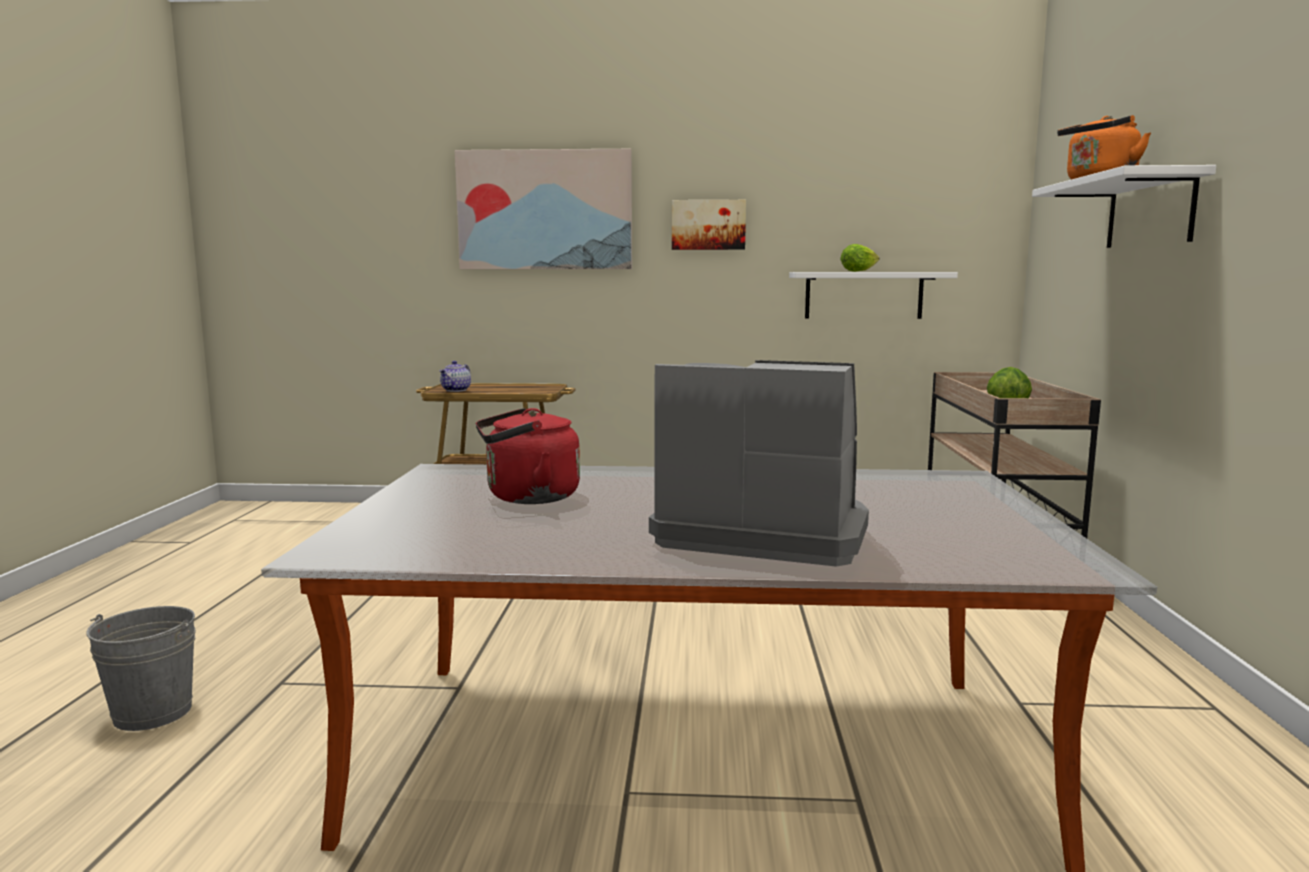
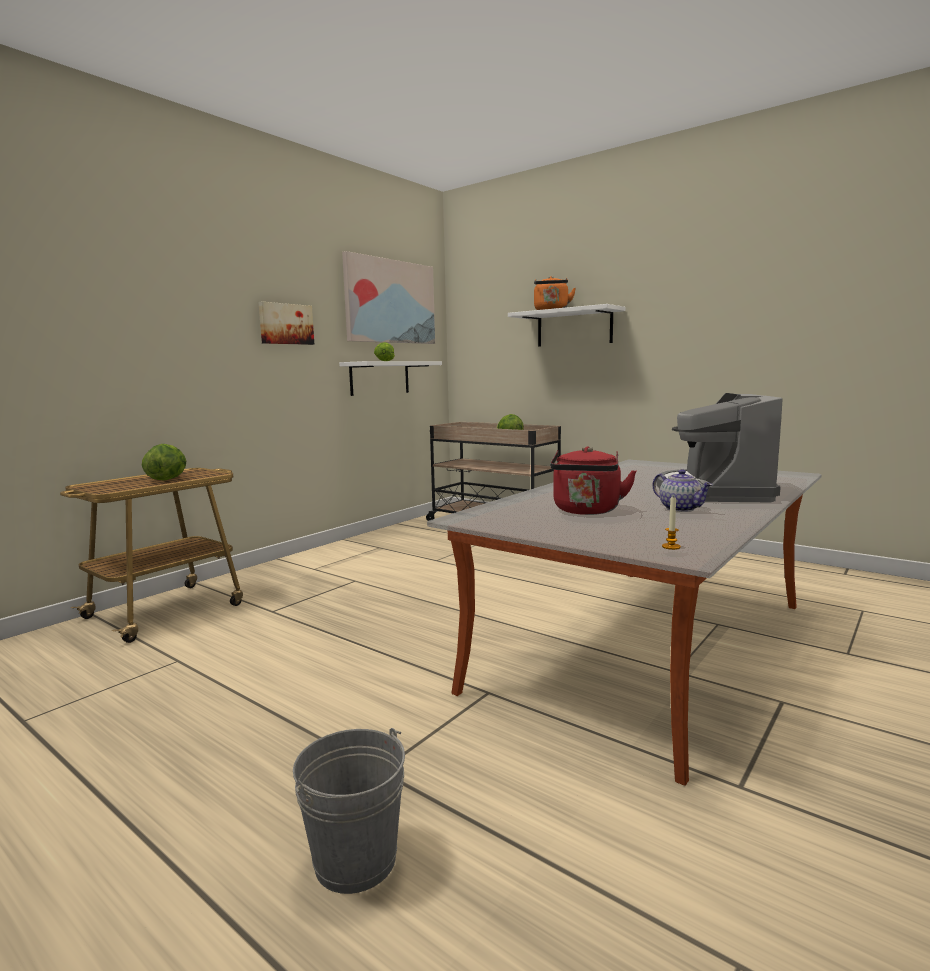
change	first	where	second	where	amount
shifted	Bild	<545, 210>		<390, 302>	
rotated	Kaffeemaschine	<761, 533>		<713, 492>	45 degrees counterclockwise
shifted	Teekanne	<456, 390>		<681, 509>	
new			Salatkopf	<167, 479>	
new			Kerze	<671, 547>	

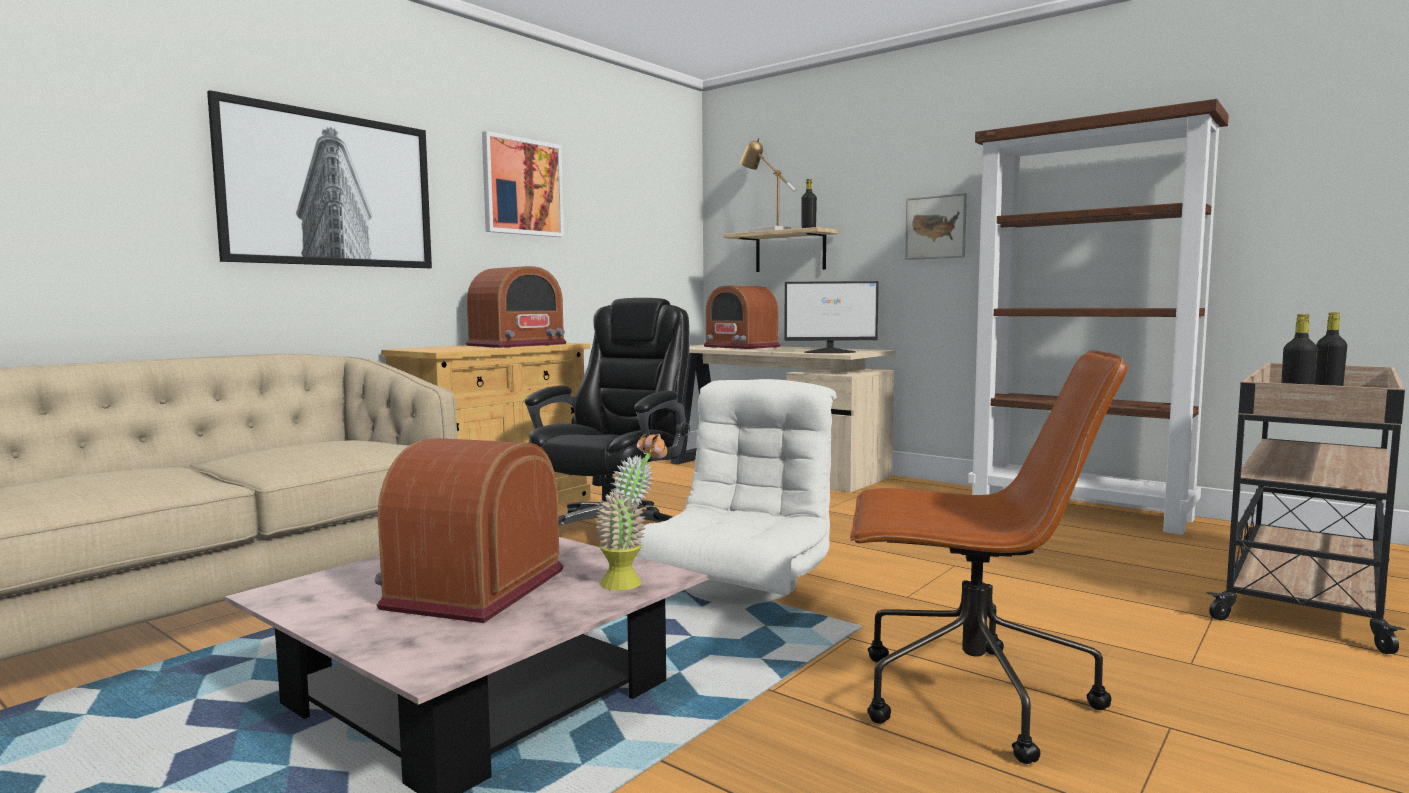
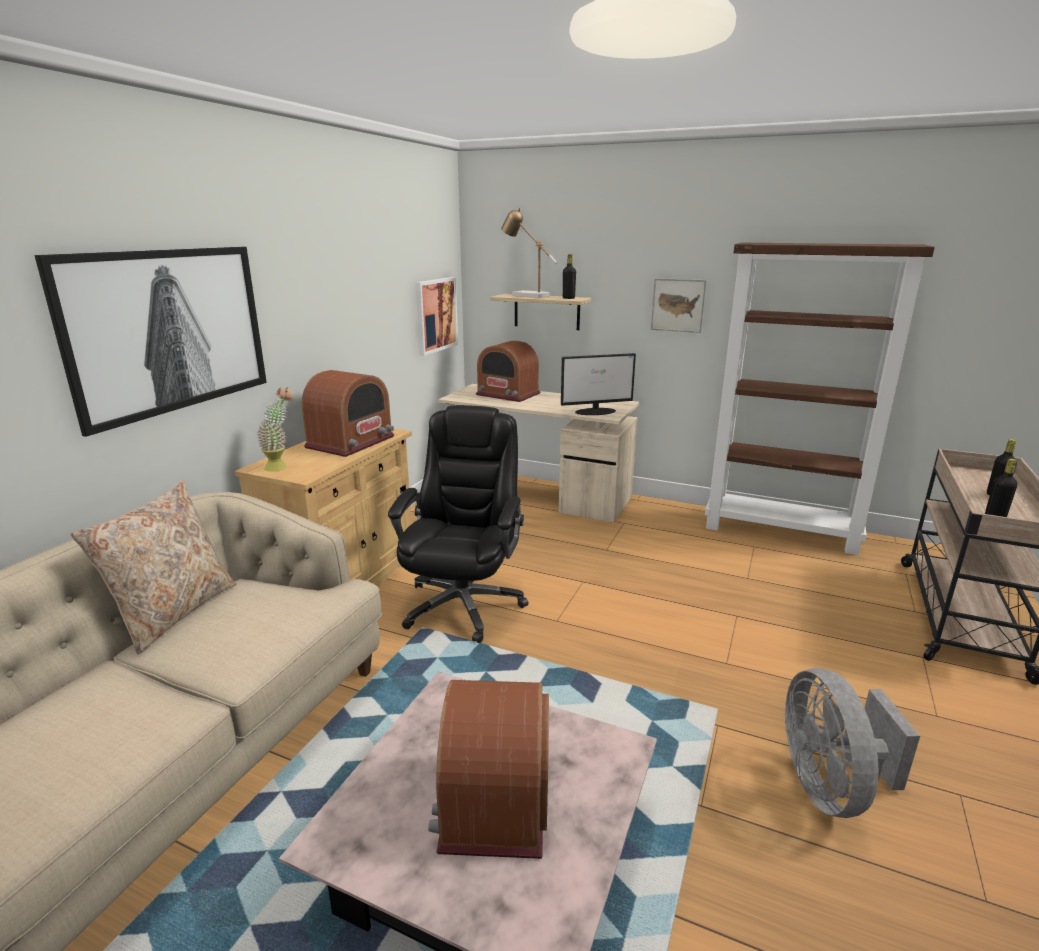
change	first	where	second	where	amount
shifted	Bild	<522, 187>		<435, 315>	
swapped	Bürostuhl [braun]	<968, 698>	Ventilator [grau]	<830, 786>	
gone	Sessel [weiß]	<742, 586>			
shifted	Topfpflanze	<631, 581>		<281, 466>	
new			Kissen [beige]	<174, 612>	

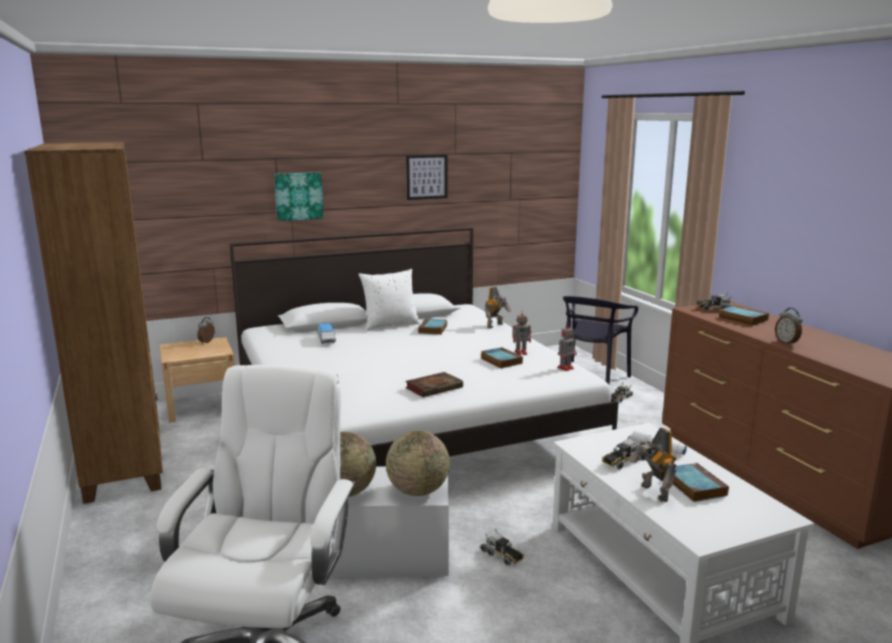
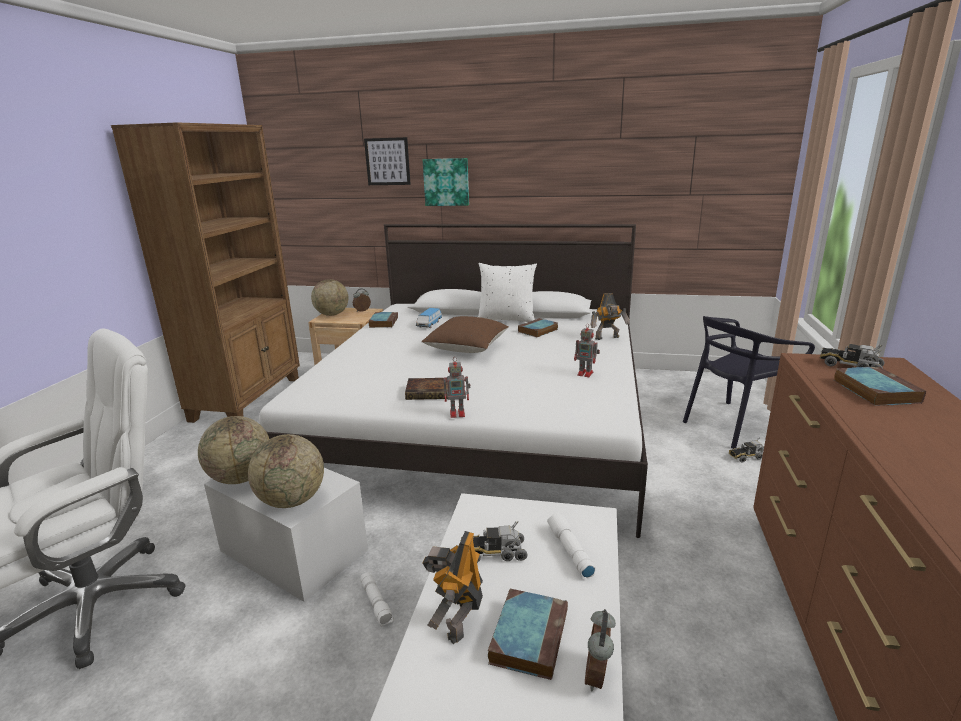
change	first	where	second	where	amount
shifted	Bild	<426, 177>		<387, 161>	
shifted	Wecker	<787, 343>		<598, 676>	
shifted	Spielzeugroboter	<566, 368>		<458, 413>	
shifted	Buch	<500, 360>		<383, 322>	
swapped	Spielzeuglaster	<502, 555>	Taschenlampe [weiß]	<377, 603>	
new			Globus	<332, 314>	
new			Kissen [braun]	<467, 348>	

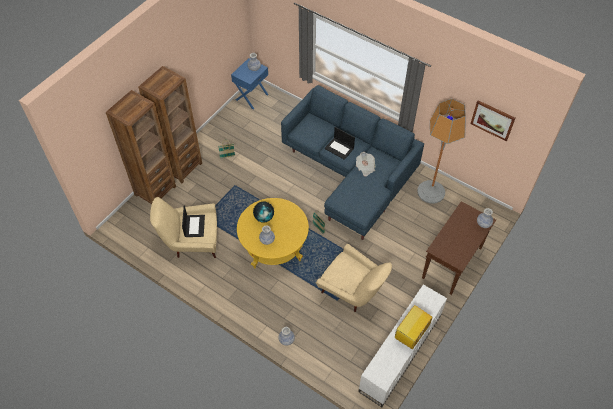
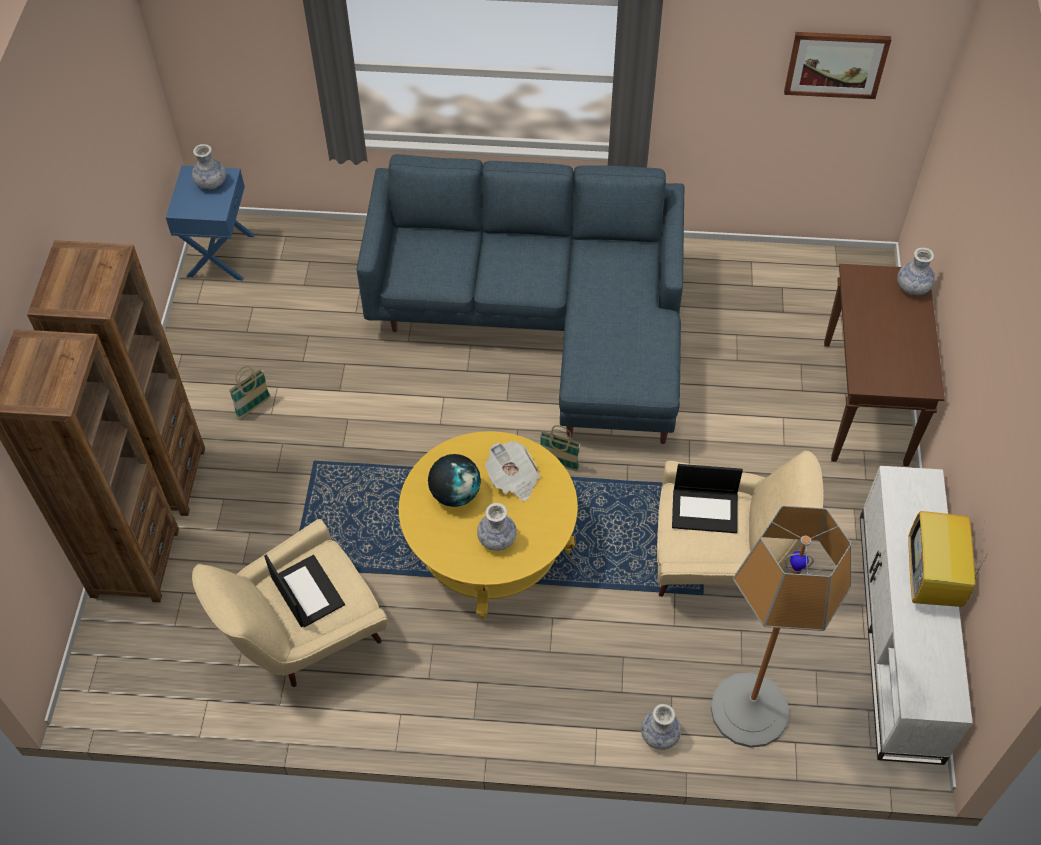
change	first	where	second	where	amount
shifted	Stehlampe	<431, 192>		<749, 710>	
shifted	Laptop	<339, 148>		<705, 510>	
shifted	Zeitung	<365, 167>		<513, 479>	

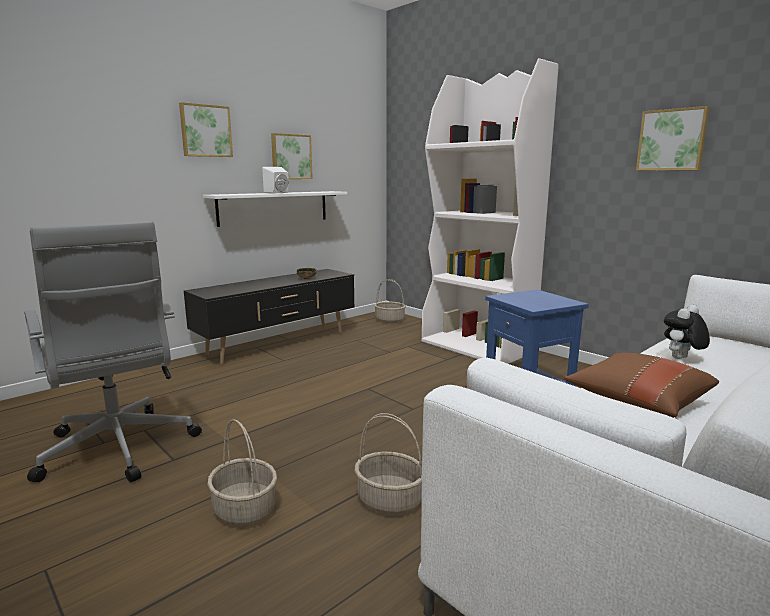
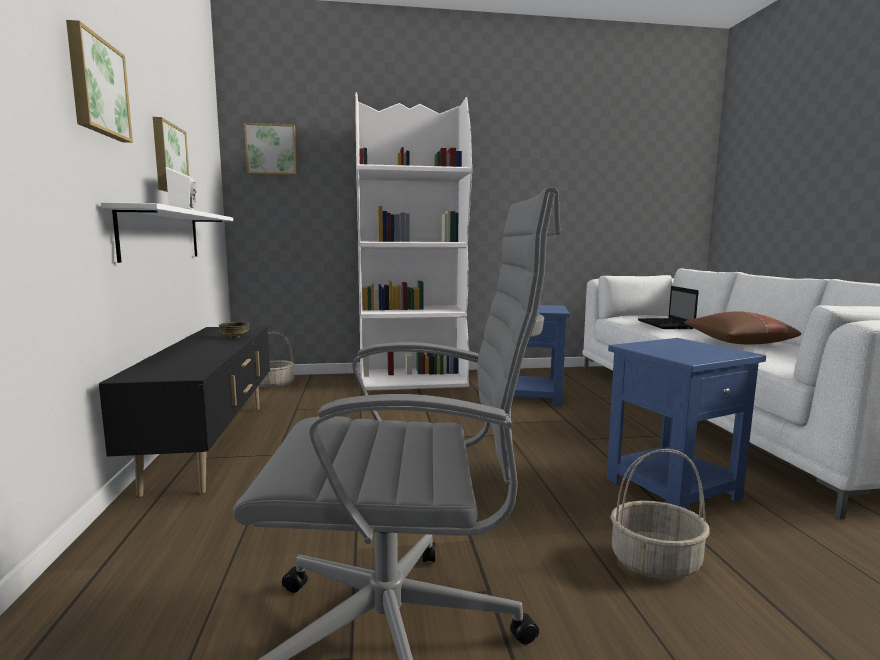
change	first	where	second	where	amount
shifted	Bild	<672, 140>		<271, 149>	
swapped	Plüschtier	<681, 359>	Laptop	<666, 325>	
swapped	Korb	<390, 500>	Beistelltisch [blau]	<672, 487>	

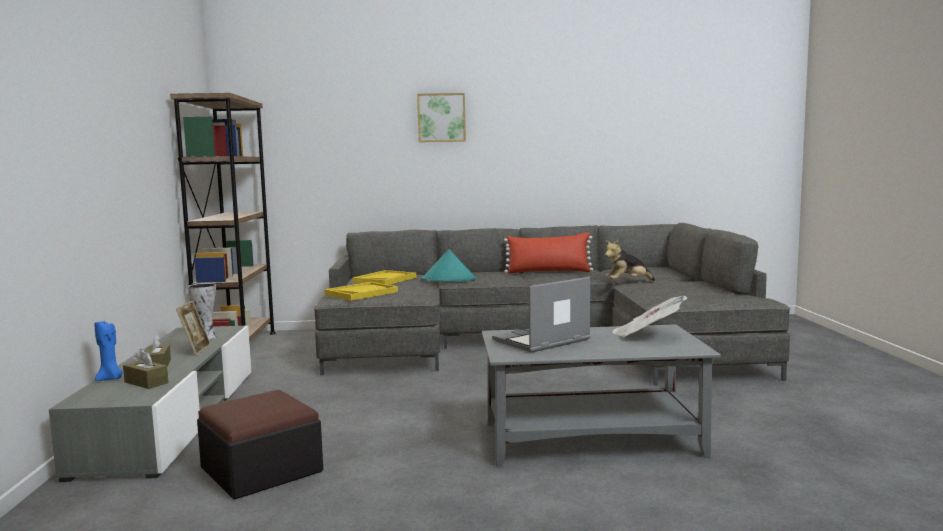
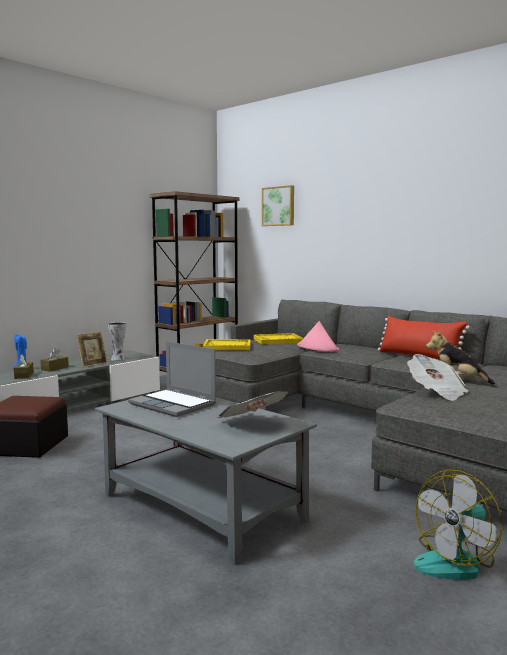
change	first	where	second	where	amount
shifted	Bild	<441, 117>		<279, 206>	
repainted	Hut [türkis]	<449, 279>	Hut [rosa]	<318, 348>	
rotated	Laptop	<541, 341>		<174, 404>	150 degrees counterclockwise
new			Zeitung	<436, 392>	
new			Ventilator	<455, 562>	

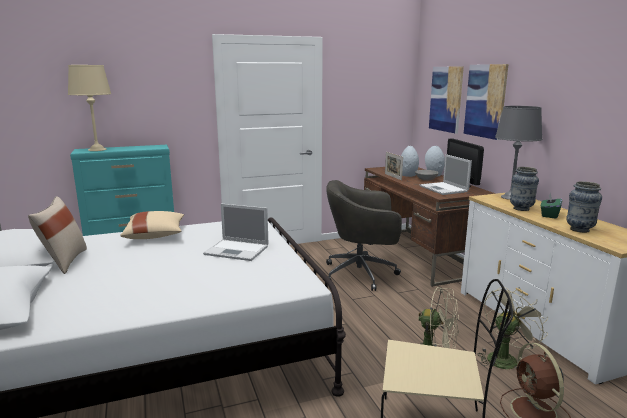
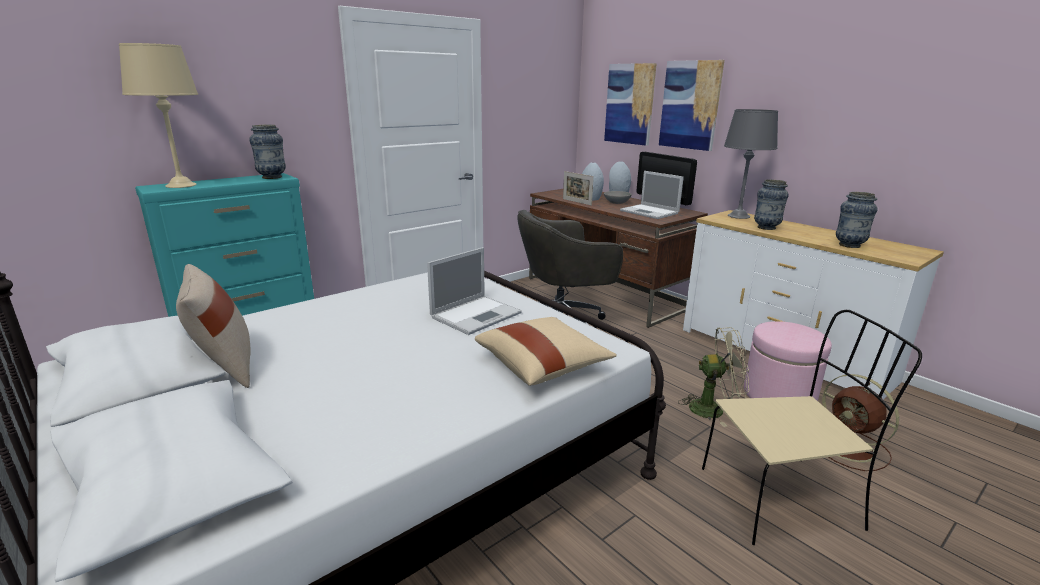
change	first	where	second	where	amount
gone	Taschentuchbox [grün]	<549, 215>			
rotated	Laptop	<238, 250>		<477, 314>	45 degrees counterclockwise
shifted	Kissen [beige]	<155, 235>		<543, 366>	
swapped	Ventilator [beige]	<504, 358>	Polsterhocker [rosa]	<779, 395>	
new			Vase	<272, 177>	

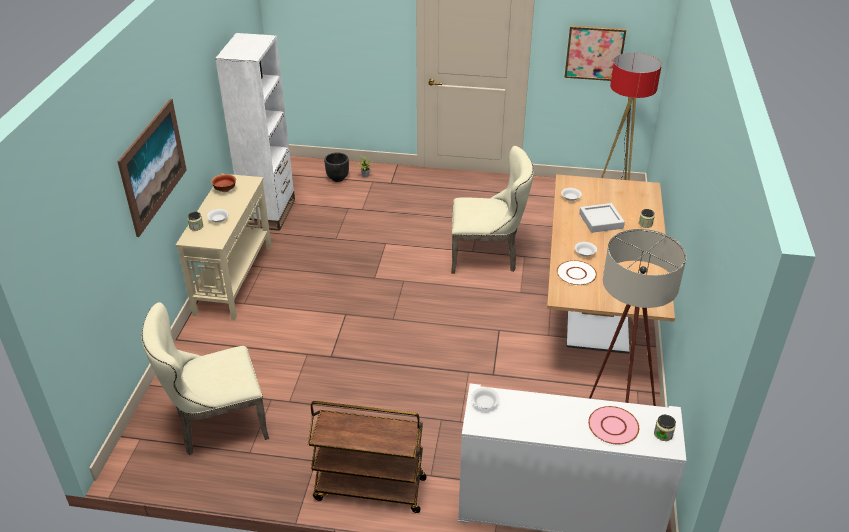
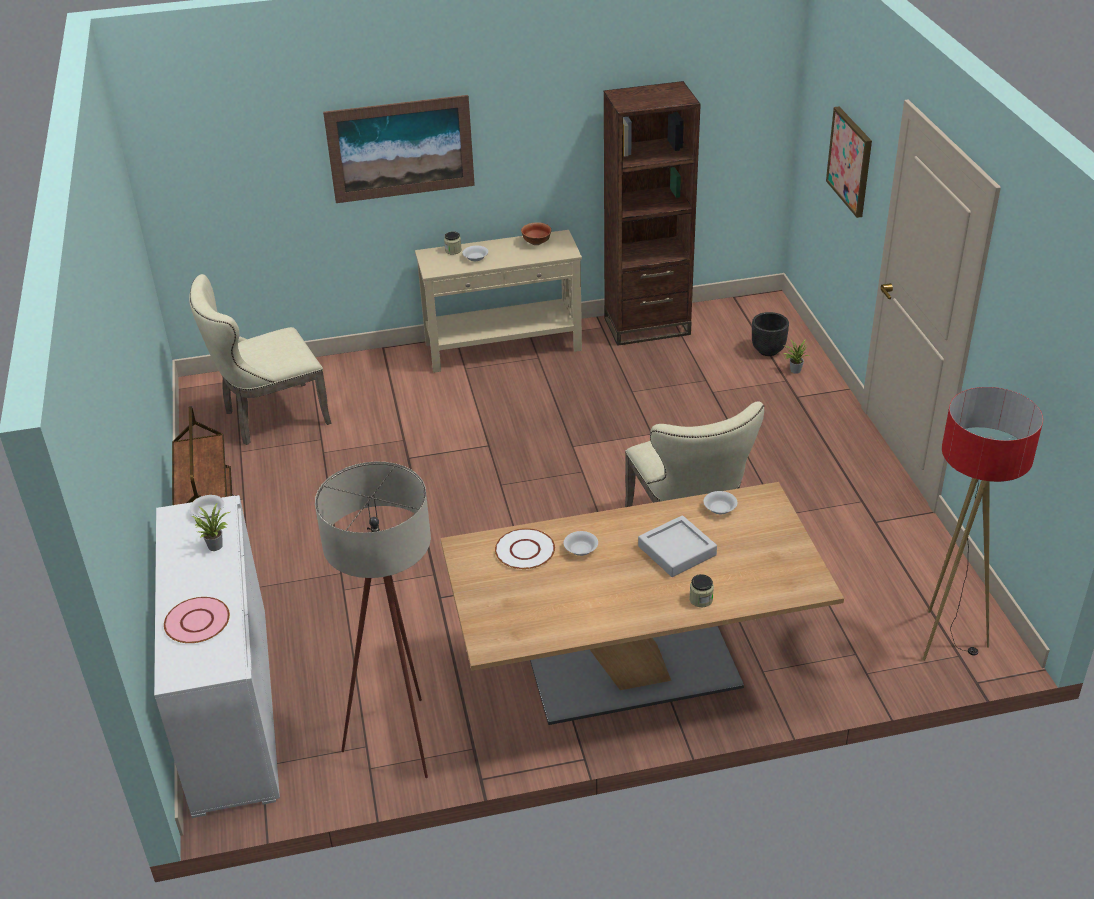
change	first	where	second	where	amount
shifted	Bild	<594, 52>		<850, 161>	
repainted	Bücherregal [weiß]	<269, 213>	Bücherregal [braun]	<647, 326>	
rotated	Stuhl [beige]	<216, 425>		<269, 417>	75 degrees counterclockwise
gone	Vorratsglas	<663, 434>			
new			Topfpflanze	<215, 545>	

